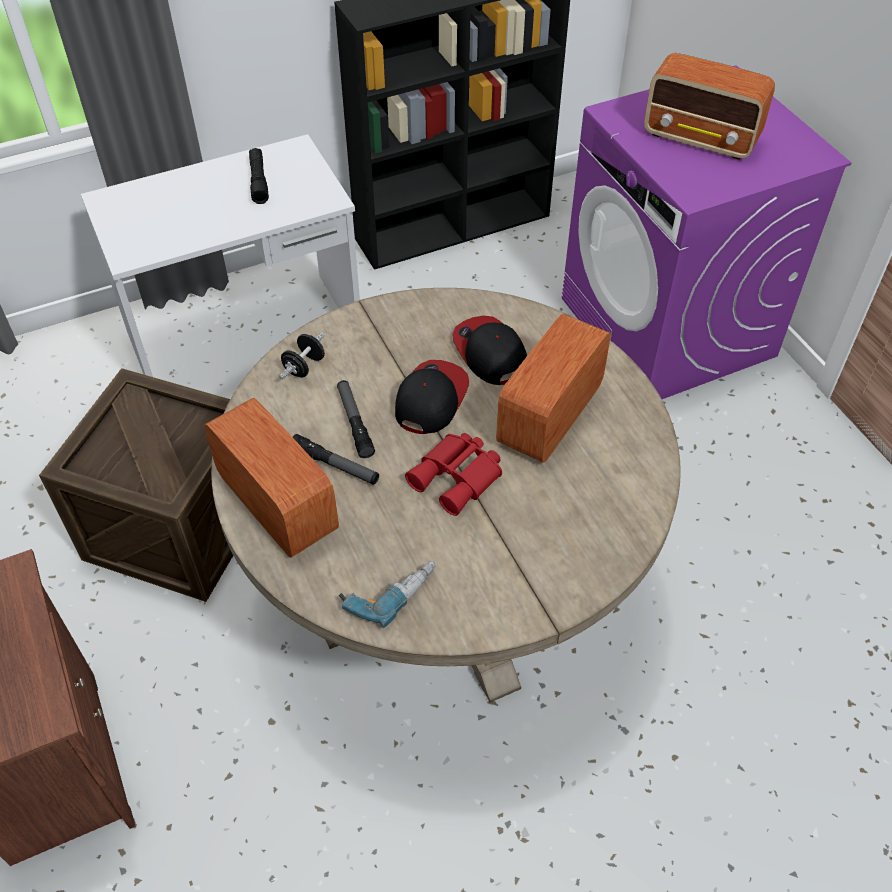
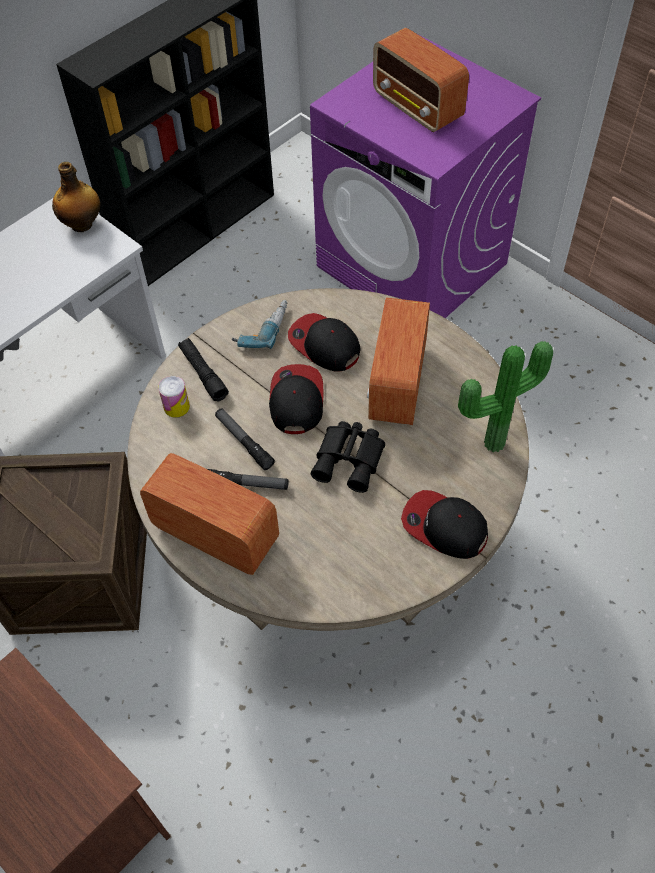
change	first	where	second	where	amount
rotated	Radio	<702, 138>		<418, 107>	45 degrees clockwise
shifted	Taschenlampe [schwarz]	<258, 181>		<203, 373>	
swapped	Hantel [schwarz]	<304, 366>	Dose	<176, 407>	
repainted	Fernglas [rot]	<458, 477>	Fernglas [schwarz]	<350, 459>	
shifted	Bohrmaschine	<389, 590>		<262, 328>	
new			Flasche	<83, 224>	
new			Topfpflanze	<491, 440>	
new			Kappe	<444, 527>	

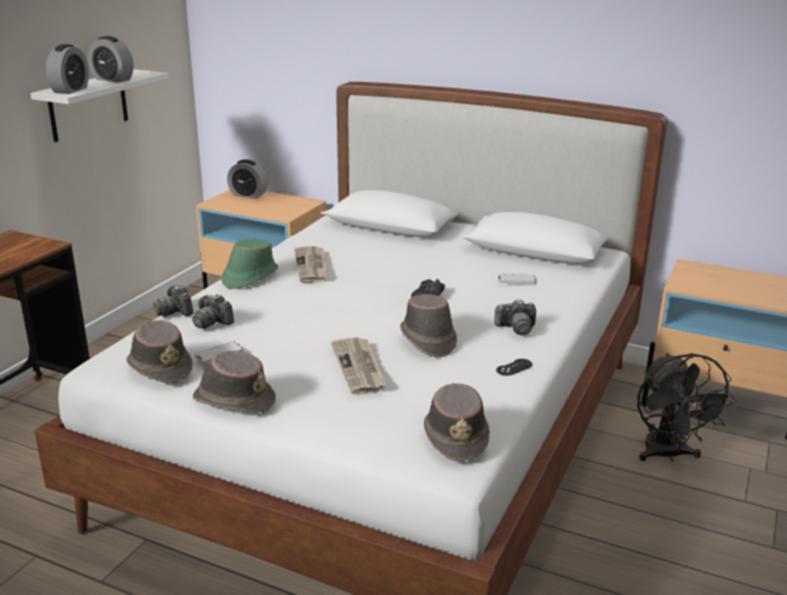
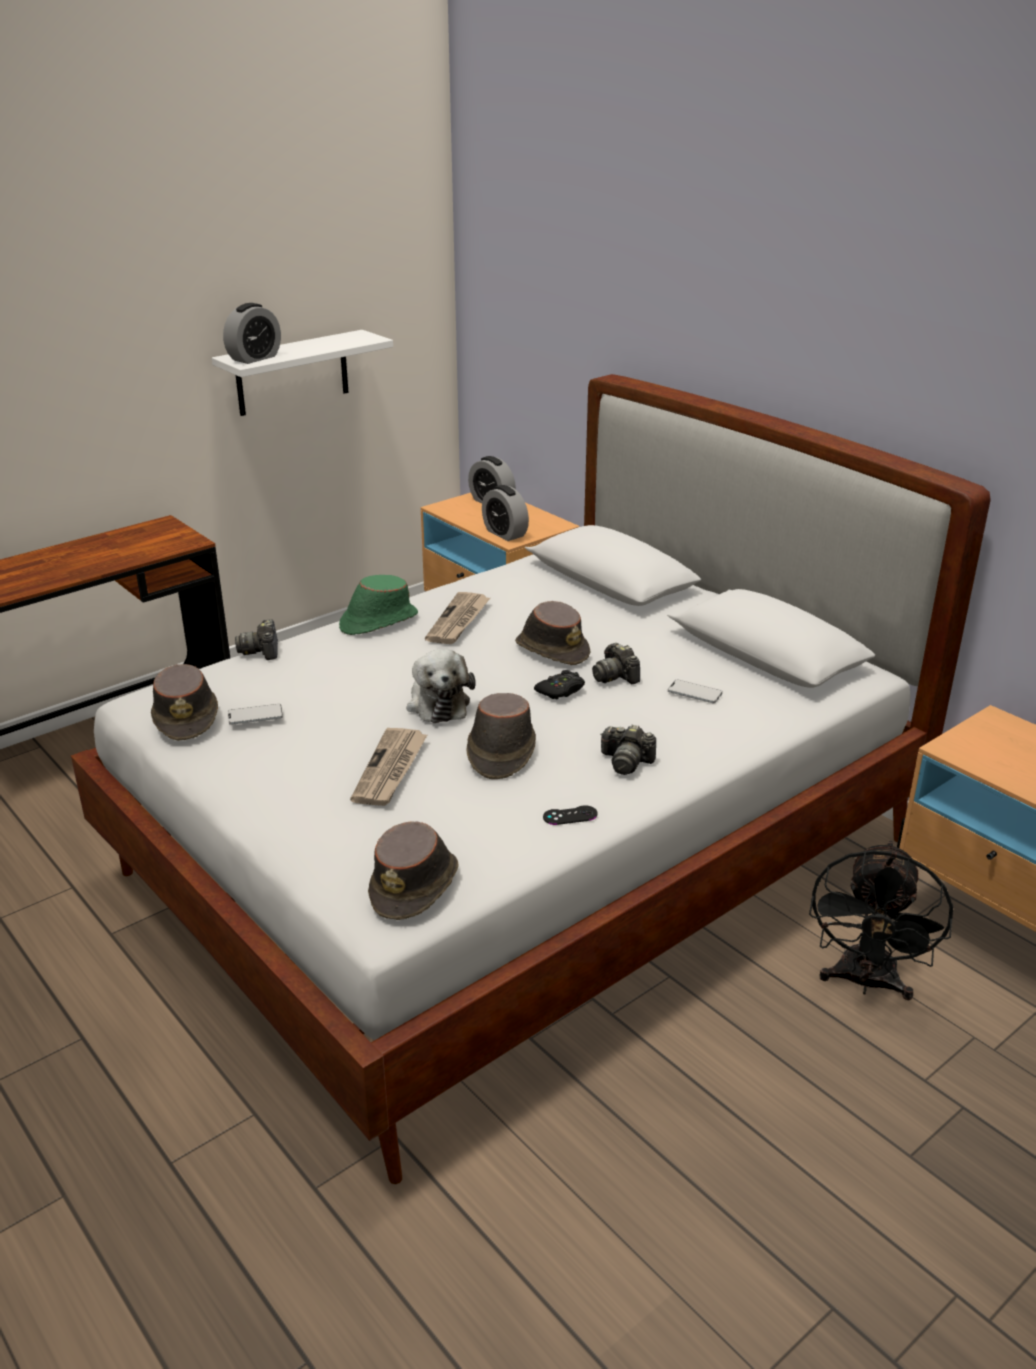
change	first	where	second	where	amount
shifted	Wecker	<112, 79>		<505, 533>	
shifted	Kamera	<212, 322>		<615, 676>	
shifted	Hut [braun]	<233, 399>		<552, 649>	
new			Plüschtier	<438, 703>	

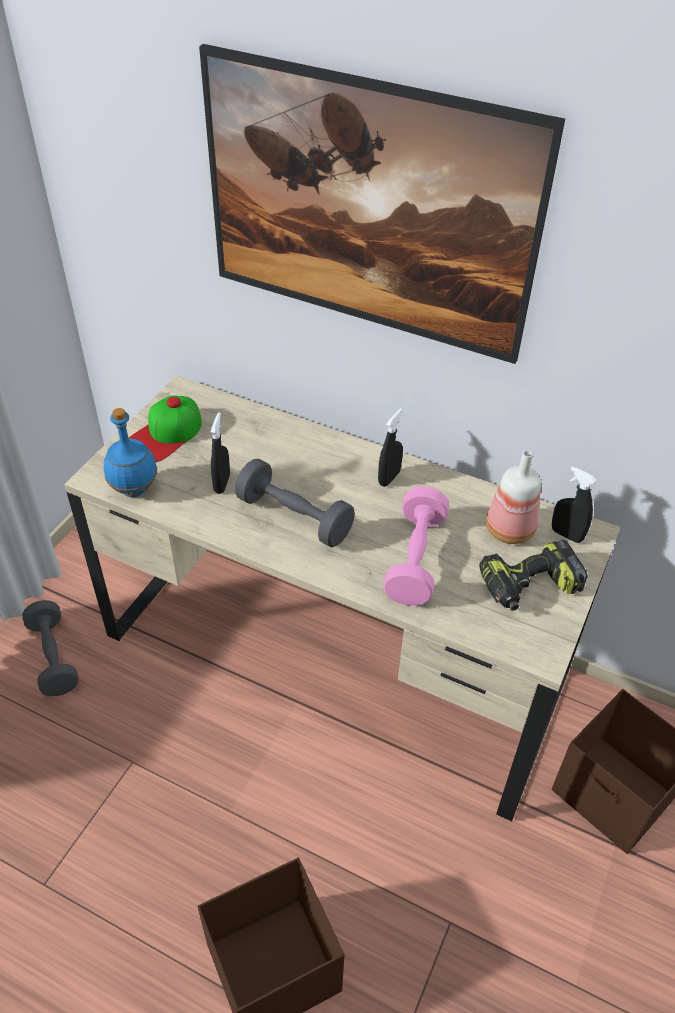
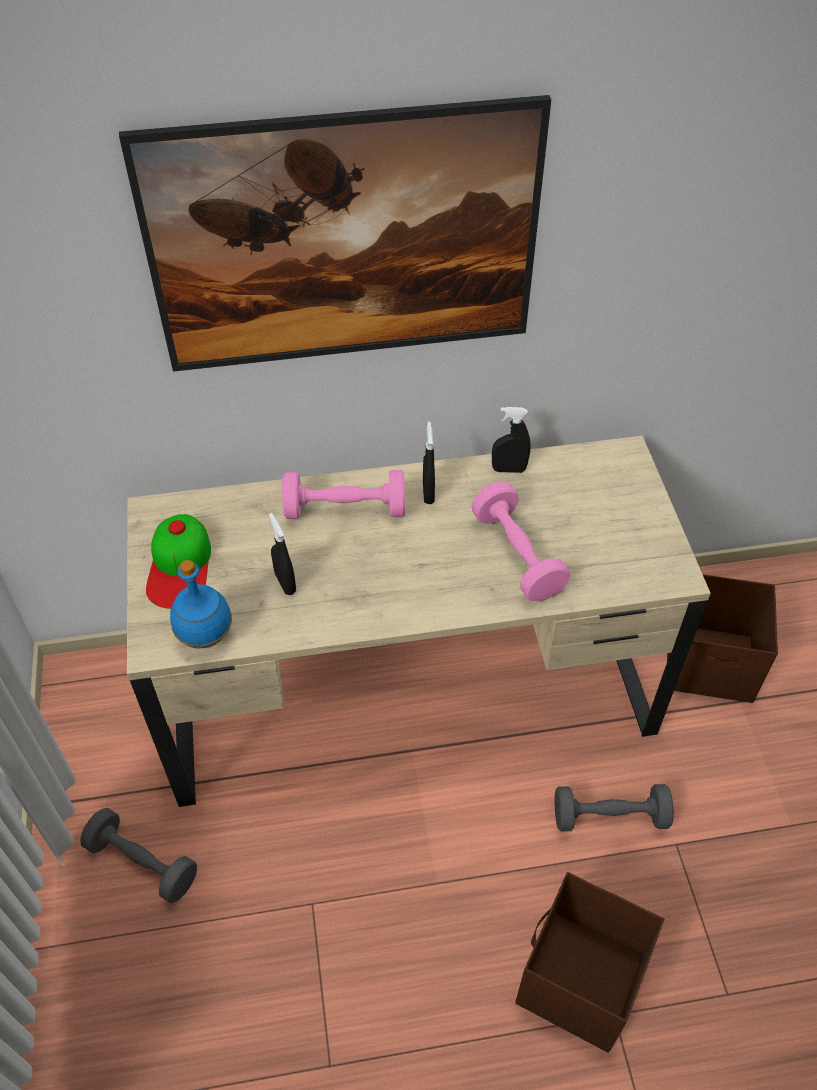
change	first	where	second	where	amount
gone	Flasche	<508, 530>			
shifted	Hantel [grau]	<294, 517>		<609, 816>	
shifted	Sprühflasche [schwarz]	<566, 535>		<509, 469>	
gone	Bohrmaschine	<529, 587>			
new			Hantel [rosa]	<345, 509>	

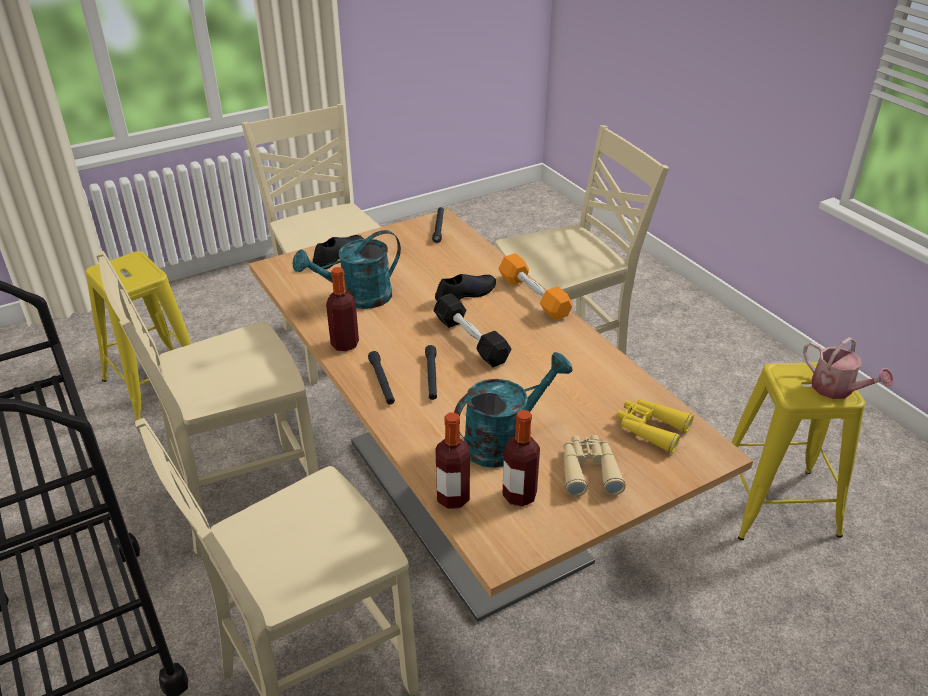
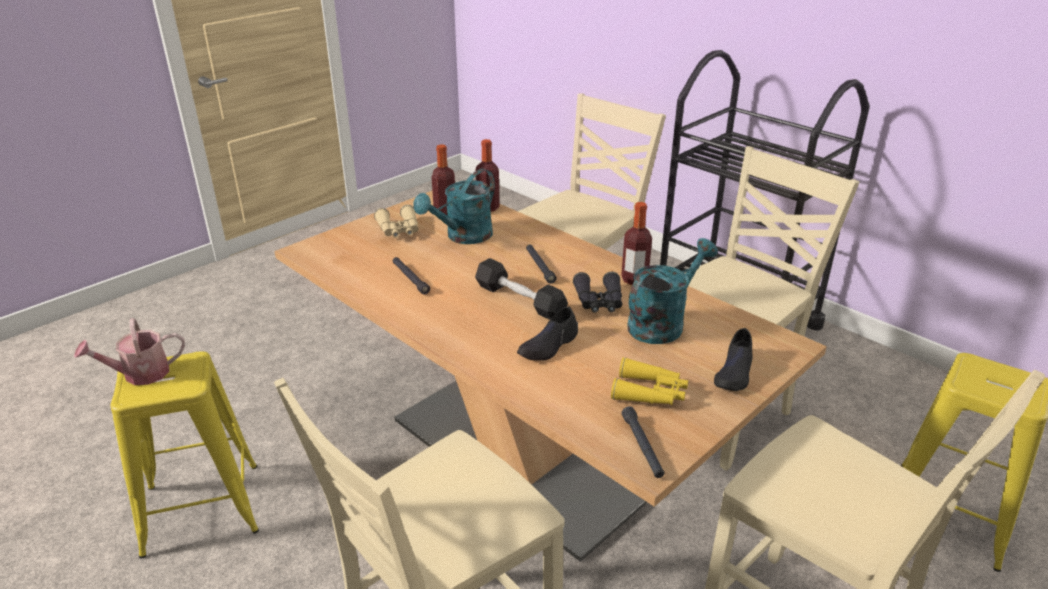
change	first	where	second	where	amount
gone	Hantel [orange]	<534, 296>			
rotated	Gießkanne	<837, 389>		<140, 374>	60 degrees counterclockwise
shifted	Taschenlampe [schwarz]	<382, 382>		<410, 279>	
shifted	Fernglas [gelb]	<650, 429>		<650, 392>	
new			Fernglas [schwarz]	<599, 301>	

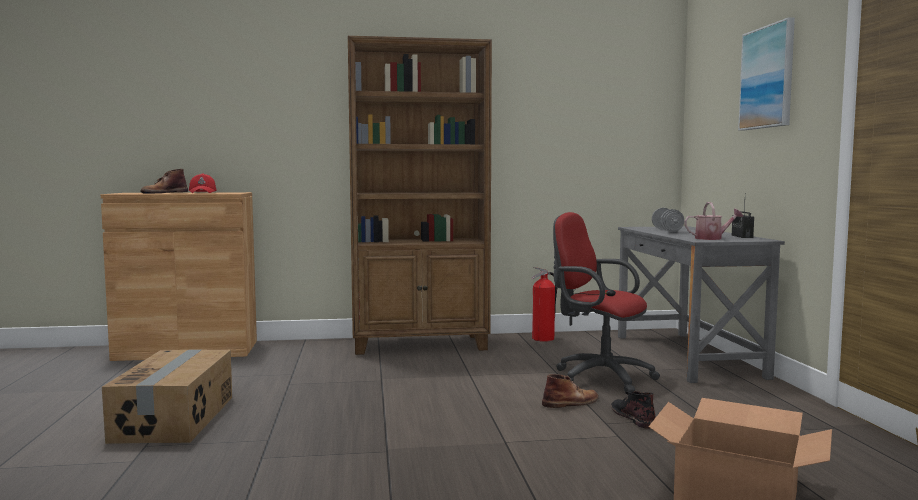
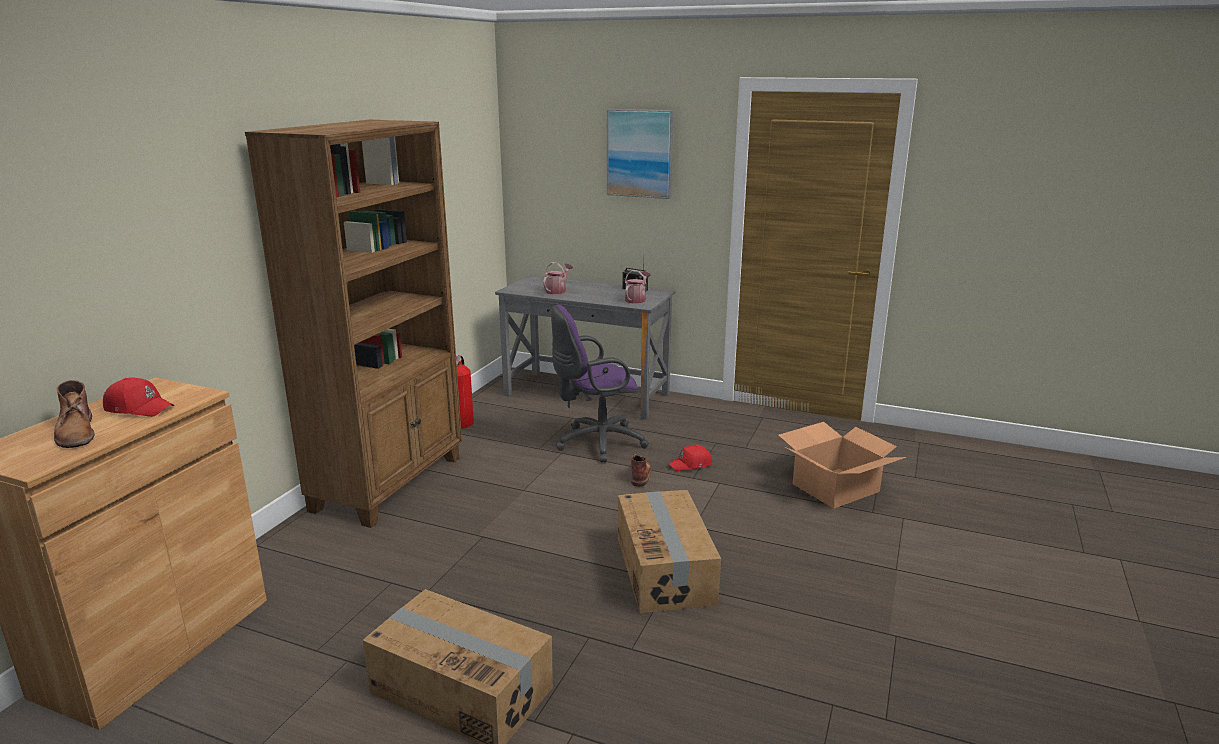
change	first	where	second	where	amount
swapped	Hantel [grau]	<667, 230>	Gießkanne	<557, 290>	
repainted	Bürostuhl [rot]	<598, 377>	Bürostuhl [lila]	<596, 443>	
swapped	Stiefel [schwarz]	<633, 417>	Kappe [rot]	<691, 464>	
new			Karton	<665, 569>	

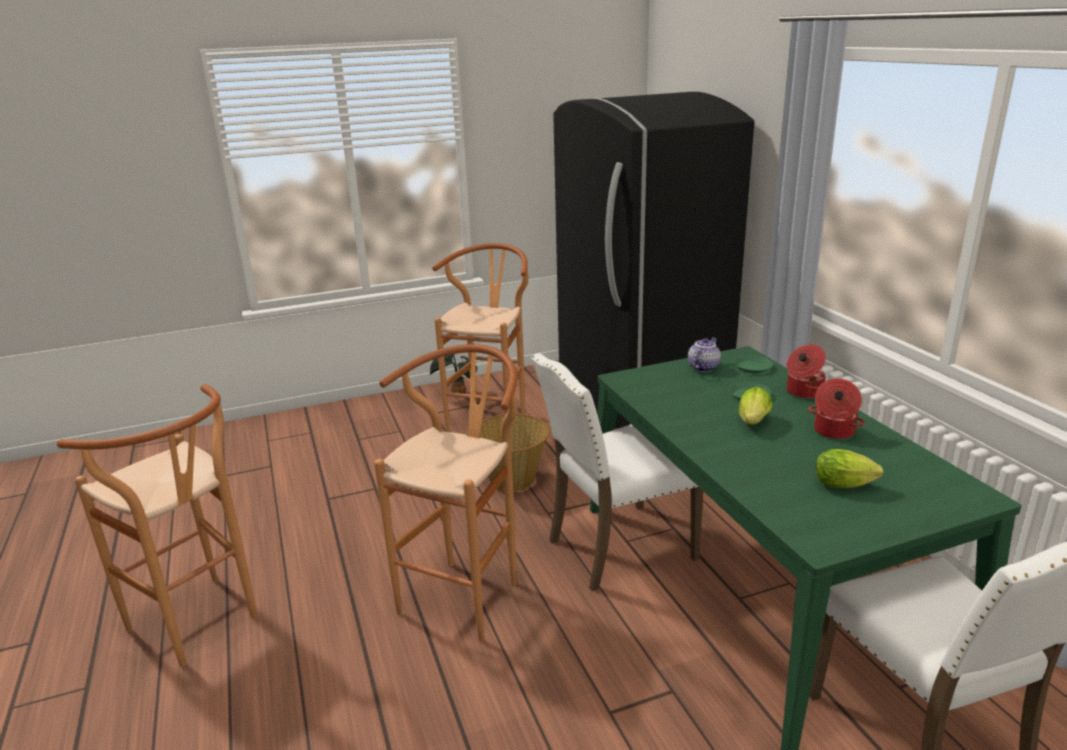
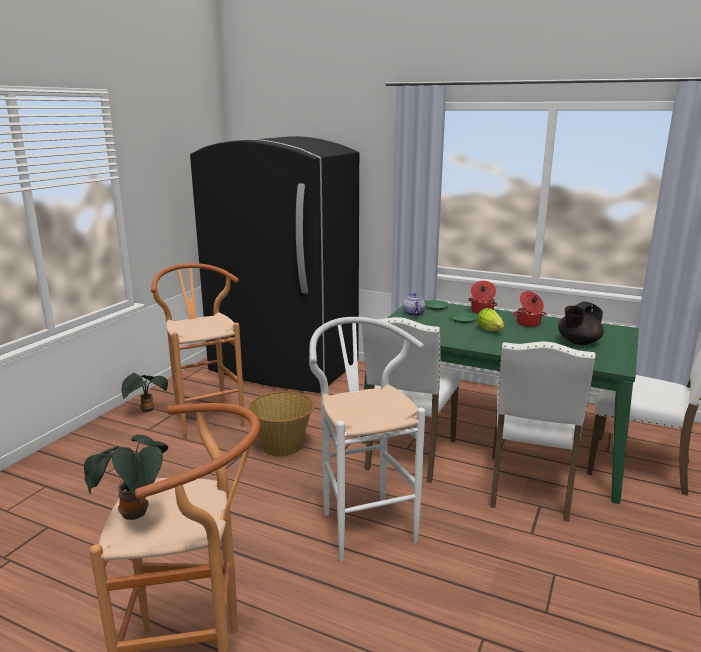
change	first	where	second	where	amount
repainted	Hocker [braun]	<467, 592>	Hocker [weiß]	<363, 522>	
swapped	Salatkopf	<846, 485>	Teekanne [schwarz]	<578, 342>	
new			Stuhl [weiß]	<530, 488>	
new			Topfpflanze	<135, 515>	

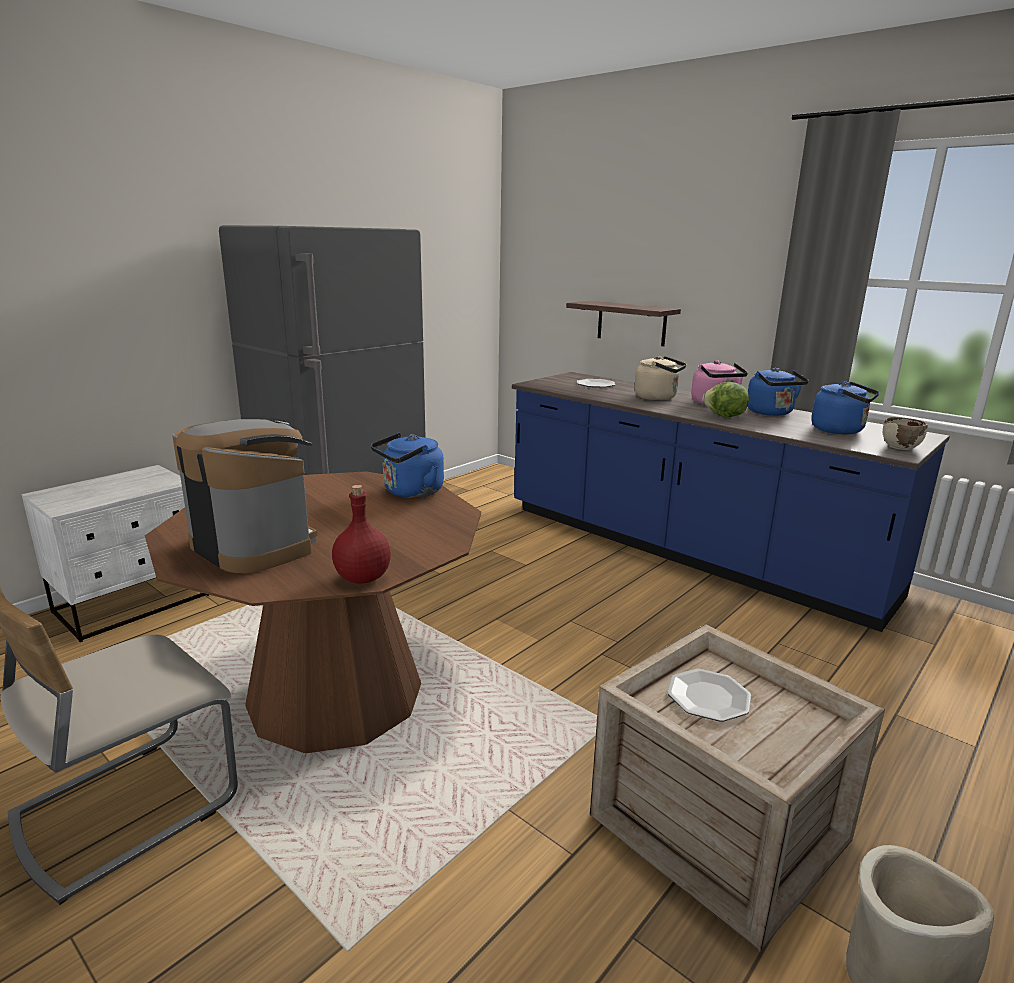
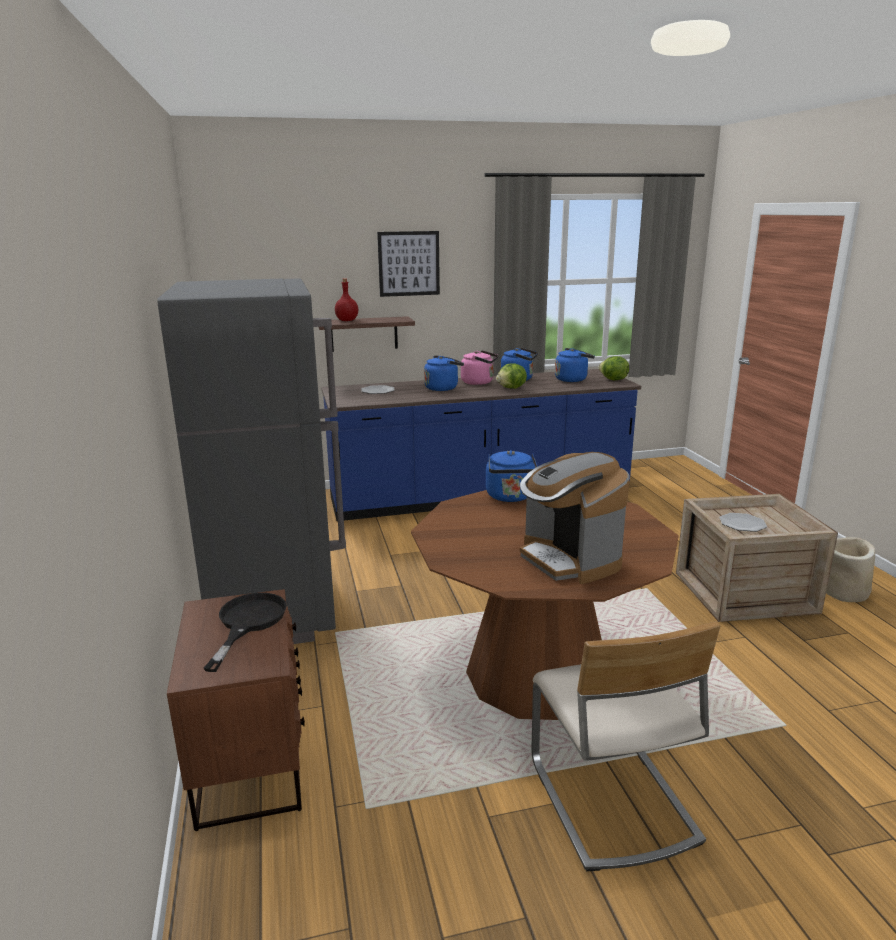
change	first	where	second	where	amount
repainted	Wasserkessel [beige]	<658, 397>	Wasserkessel [blau]	<443, 388>	
swapped	Schüssel [beige]	<900, 447>	Salatkopf	<613, 380>	
rotated	Kaffeemaschine	<255, 545>		<569, 559>	105 degrees counterclockwise
repainted	Nachttisch [weiß]	<134, 604>	Nachttisch [braun]	<252, 762>	
shifted	Flasche [rot]	<361, 578>		<347, 320>	
new			Bild	<409, 263>	
new			Pfanne [schwarz]	<248, 623>	

